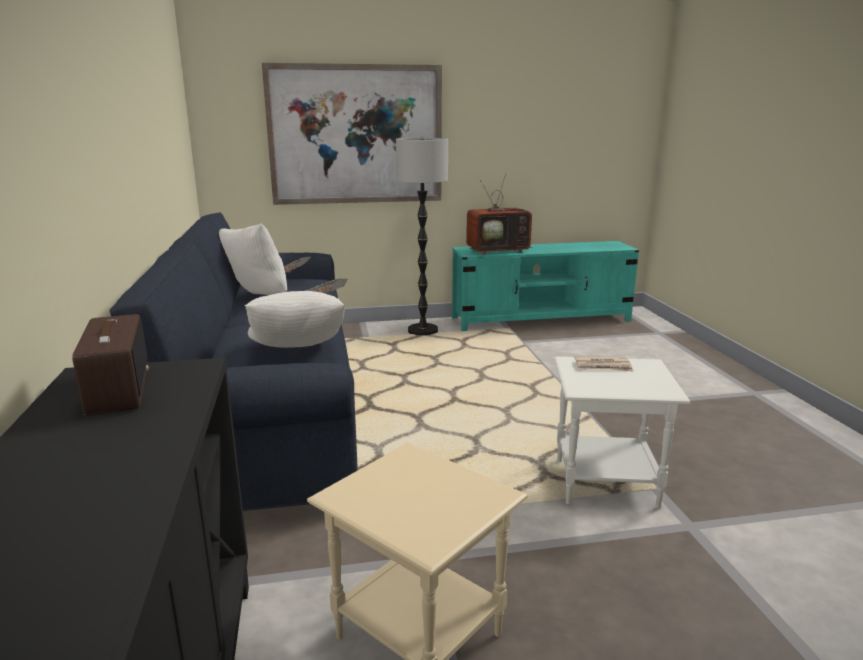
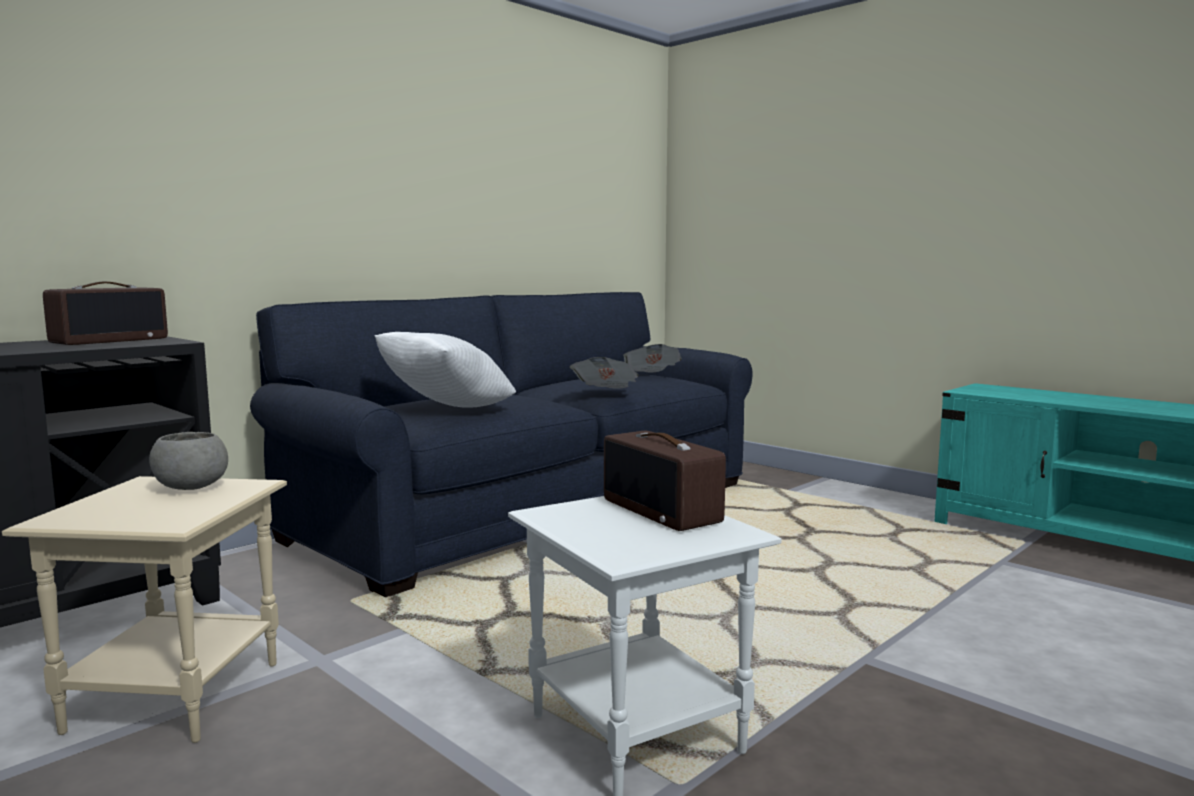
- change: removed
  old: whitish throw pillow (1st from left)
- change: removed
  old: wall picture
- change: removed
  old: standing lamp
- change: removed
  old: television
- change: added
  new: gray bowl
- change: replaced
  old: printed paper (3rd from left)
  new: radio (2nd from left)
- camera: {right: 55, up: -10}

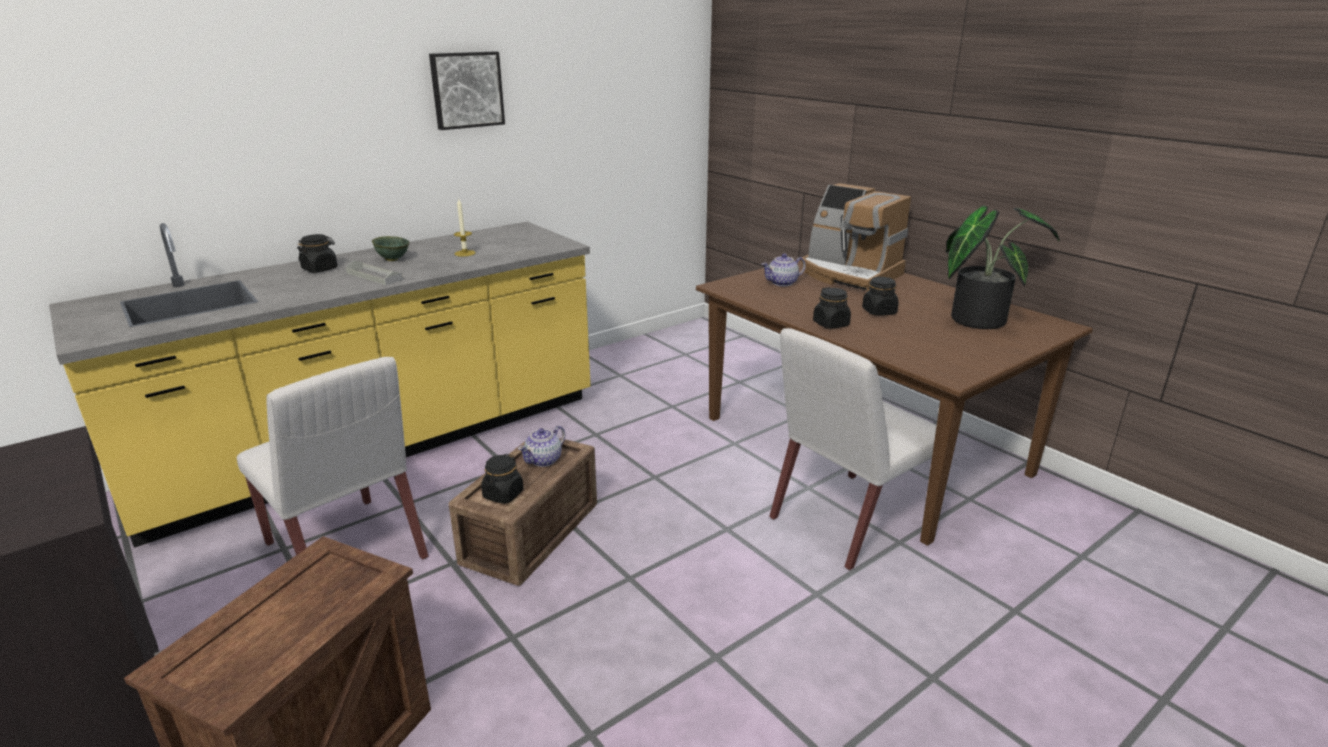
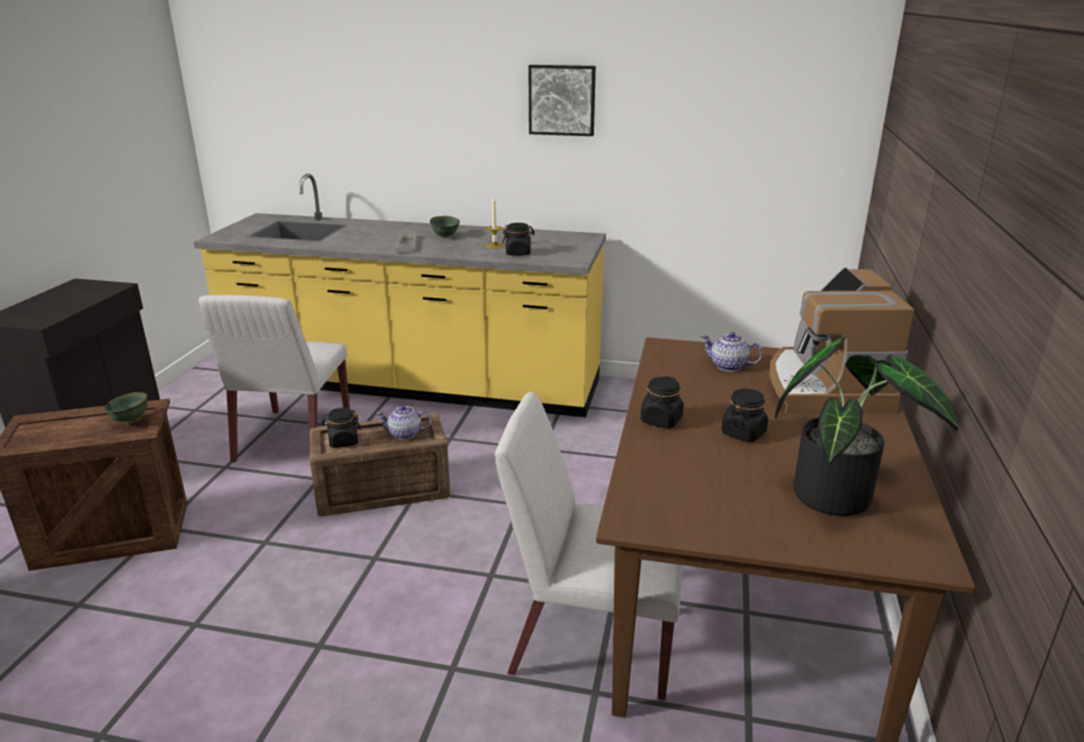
- change: added
  new: green-coloured bowl (1st from left)
- change: moved
  old: black storage jar (1st from left in the first image)
  new: black storage jar (2nd from left)
- camera: {right: 50, up: 0}

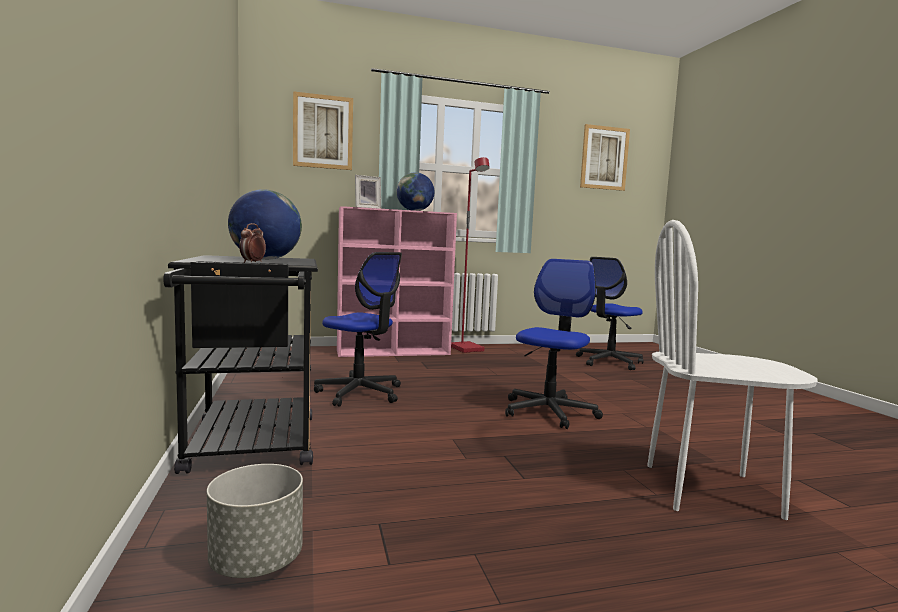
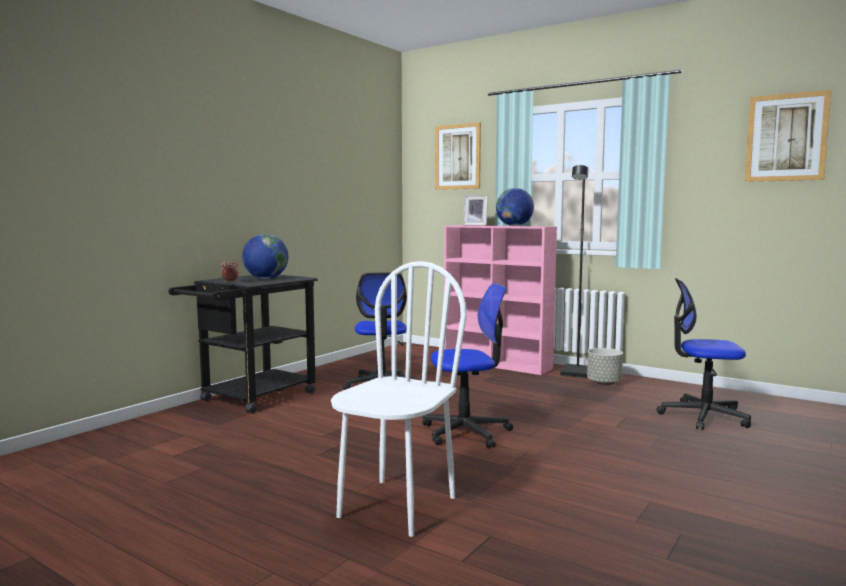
- change: moved
  old: gray plant pot
- change: recoloured
  old: red-coloured standing lamp
  new: black standing lamp
- change: turned
  old: whitish plain chair
  degrees: 60
- camera: {right: 50, up: 0}

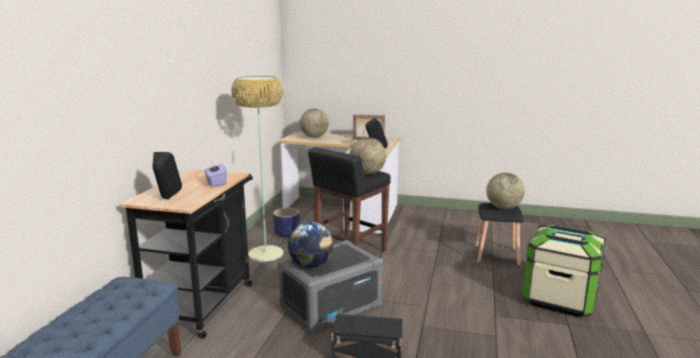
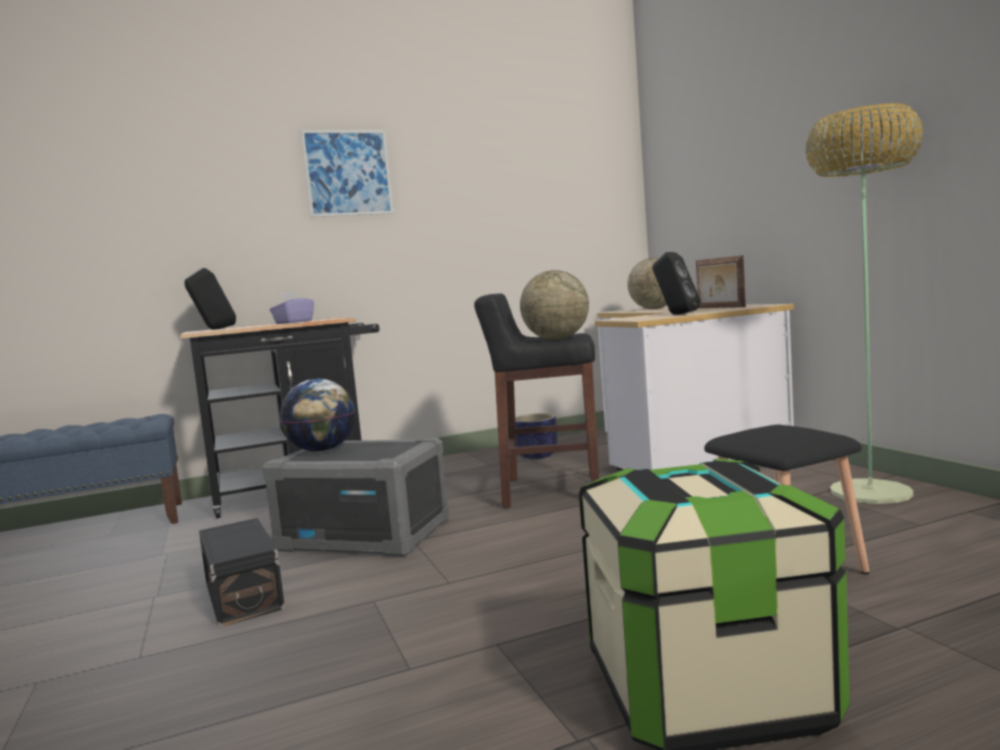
- change: removed
  old: world globe (4th from left)
- change: added
  new: wall picture
- change: moved
  old: standing lamp
- camera: {right: 55, up: -10}

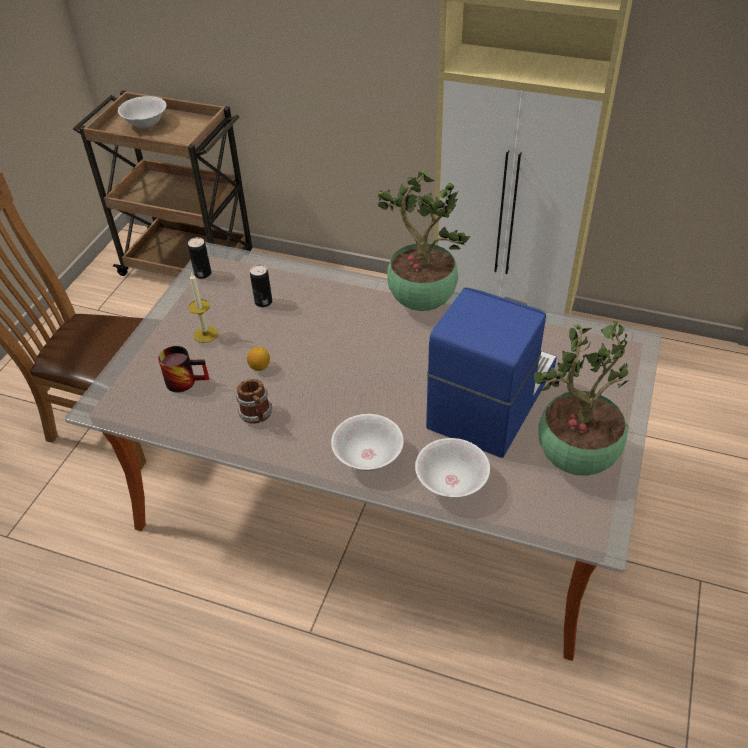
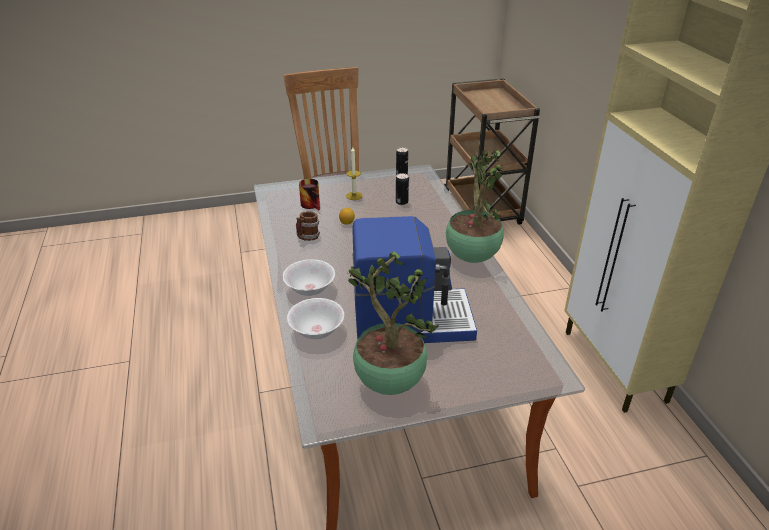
- change: removed
  old: whitish bowl (1st from left)
- camera: {right: 55, up: -10}

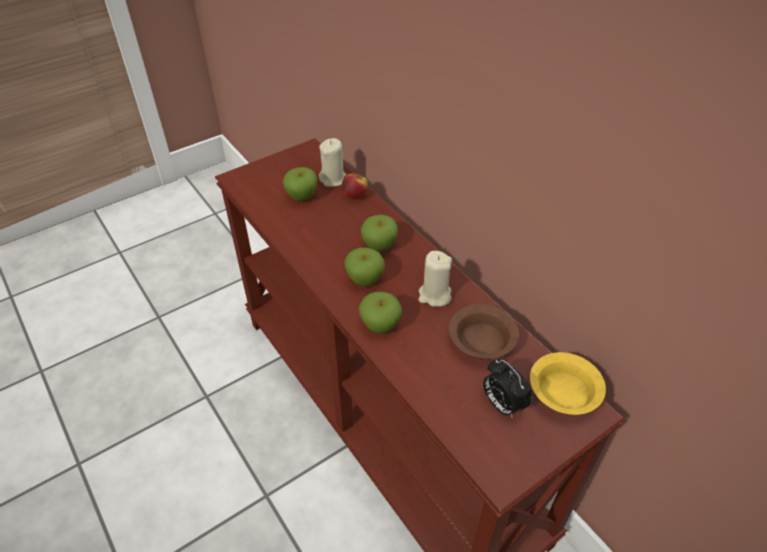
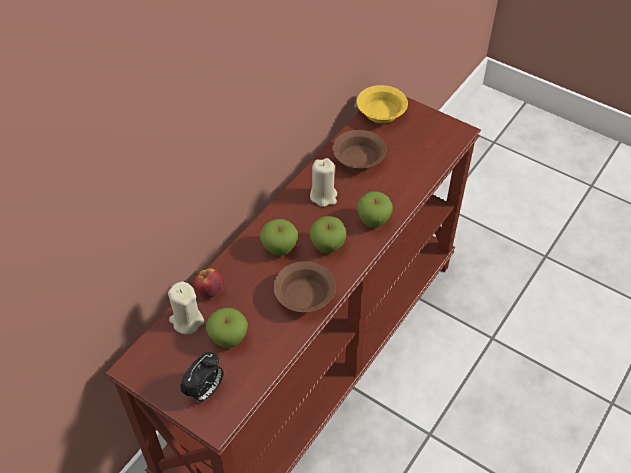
- change: added
  new: brownish bowl (1st from left)
- change: moved
  old: alarm clock
- camera: {right: -110, up: 5}

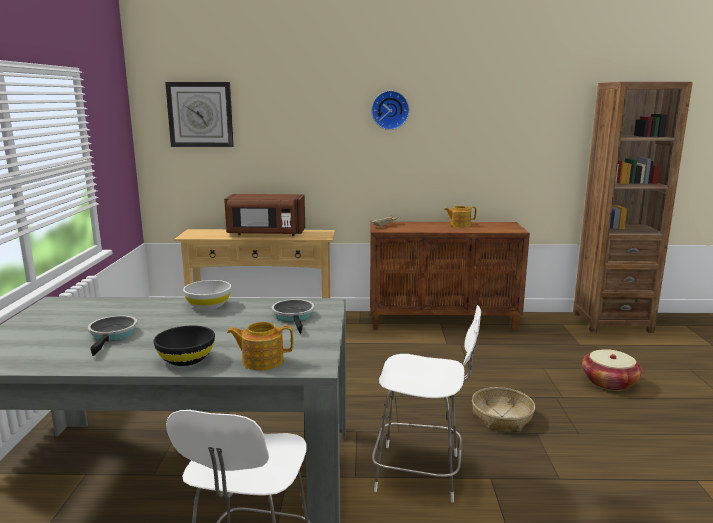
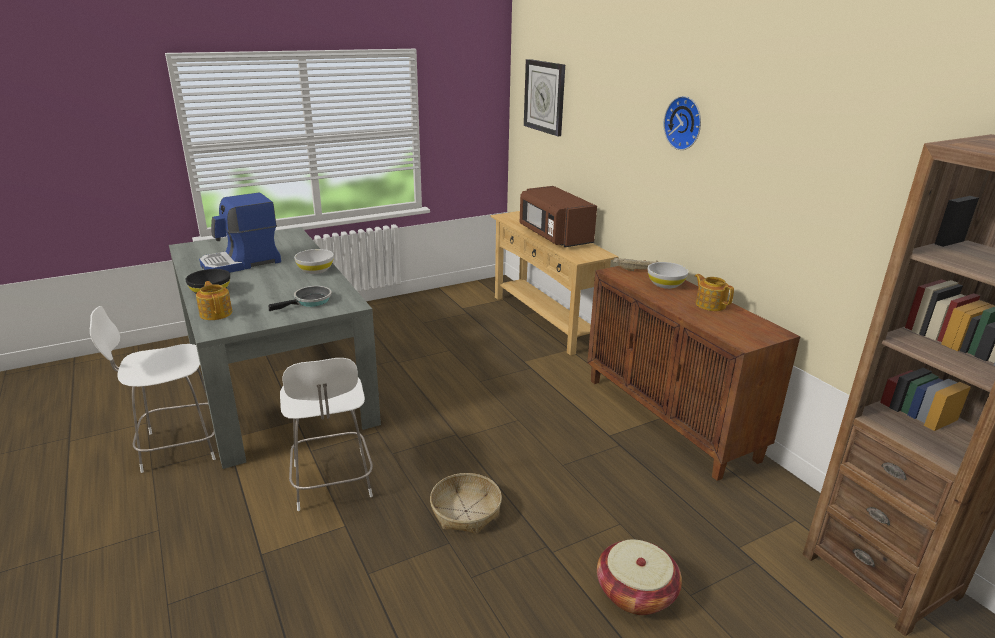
- change: added
  new: whitish bowl (2nd from left)
- change: replaced
  old: frying pan (1st from left)
  new: coffee maker
- camera: {right: 60, up: 10}

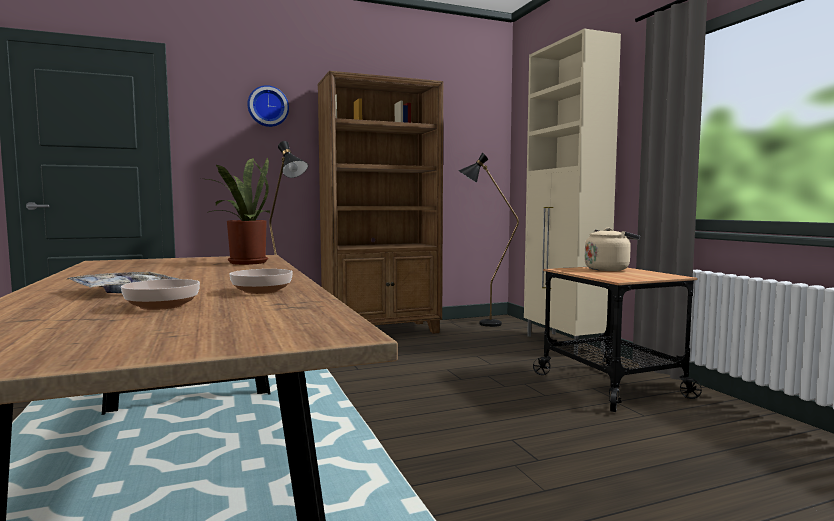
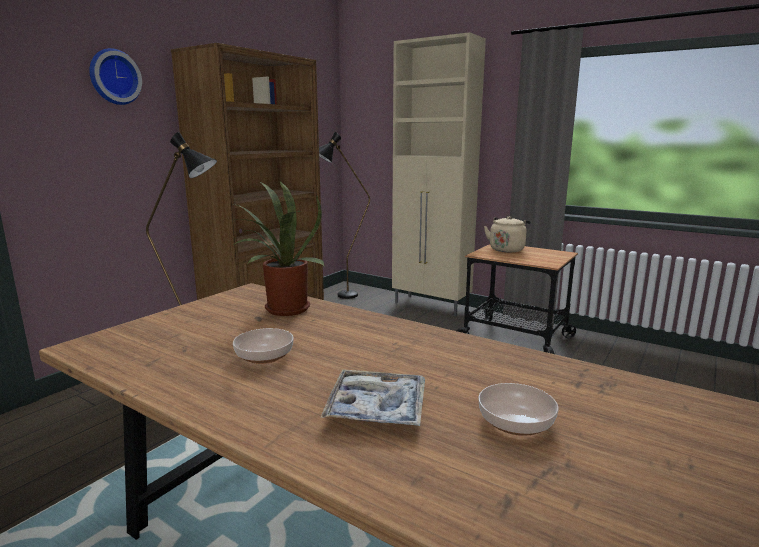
- change: moved
  old: bowl (2nd from left in the first image)
  new: bowl (1st from left)
- camera: {right: -35, up: 10}

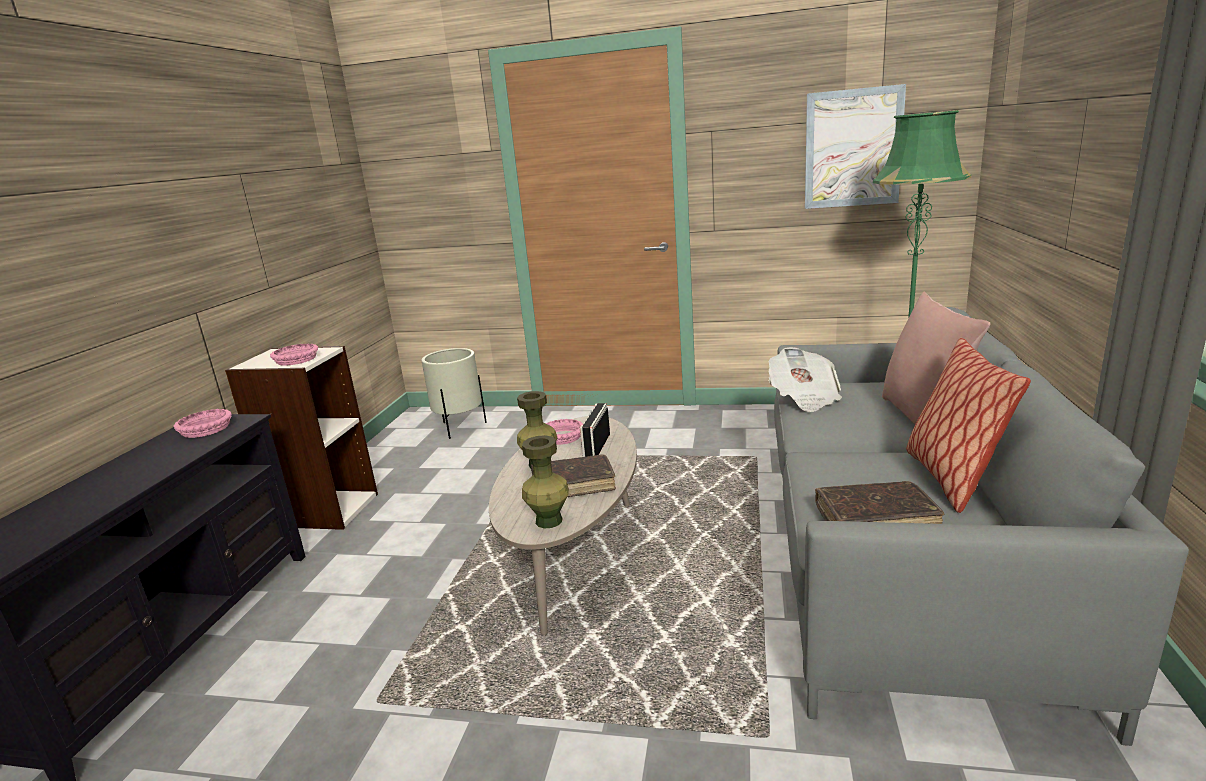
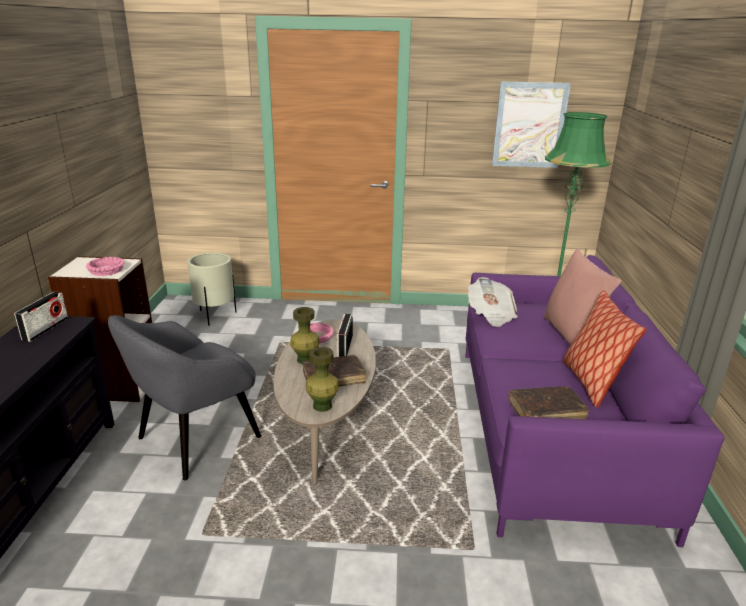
- change: added
  new: gray lounge chair
- change: replaced
  old: pink bowl (1st from left)
  new: radio (1st from left)
- change: recoloured
  old: gray couch
  new: purplish couch
- camera: {right: -10, up: 5}

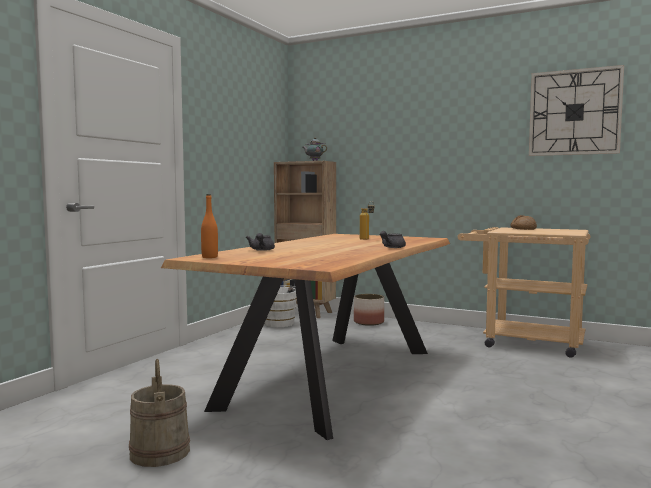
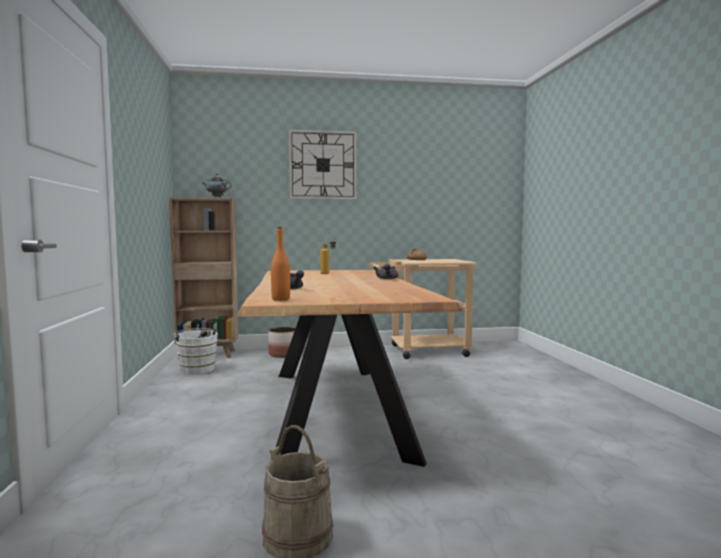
- change: moved
  old: hanging clock
- camera: {right: -35, up: 0}

